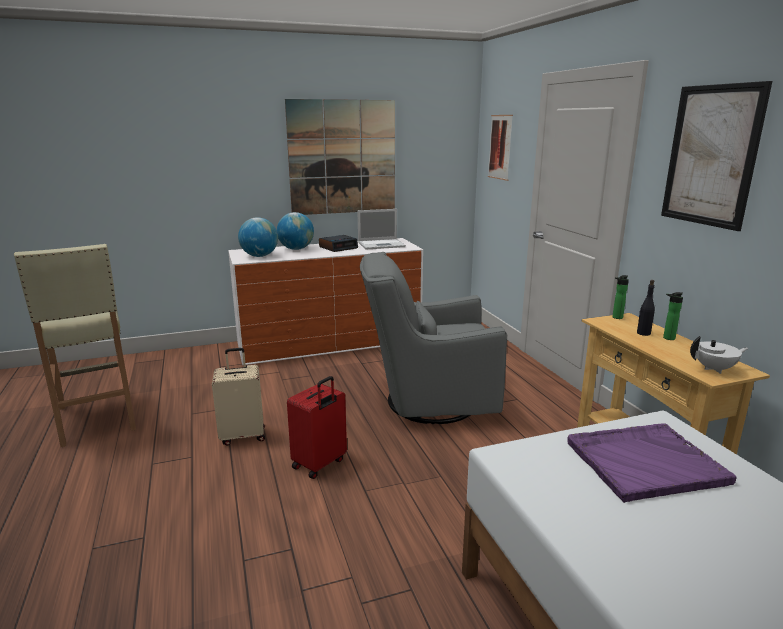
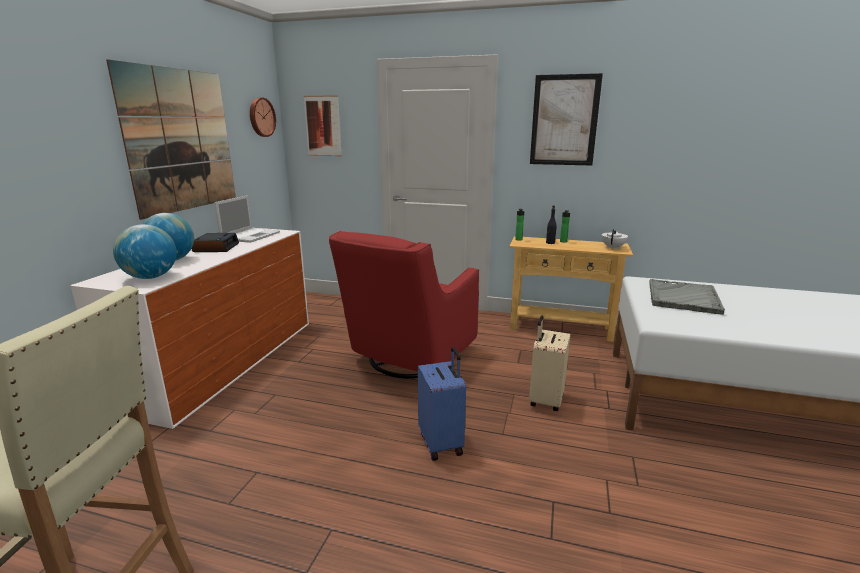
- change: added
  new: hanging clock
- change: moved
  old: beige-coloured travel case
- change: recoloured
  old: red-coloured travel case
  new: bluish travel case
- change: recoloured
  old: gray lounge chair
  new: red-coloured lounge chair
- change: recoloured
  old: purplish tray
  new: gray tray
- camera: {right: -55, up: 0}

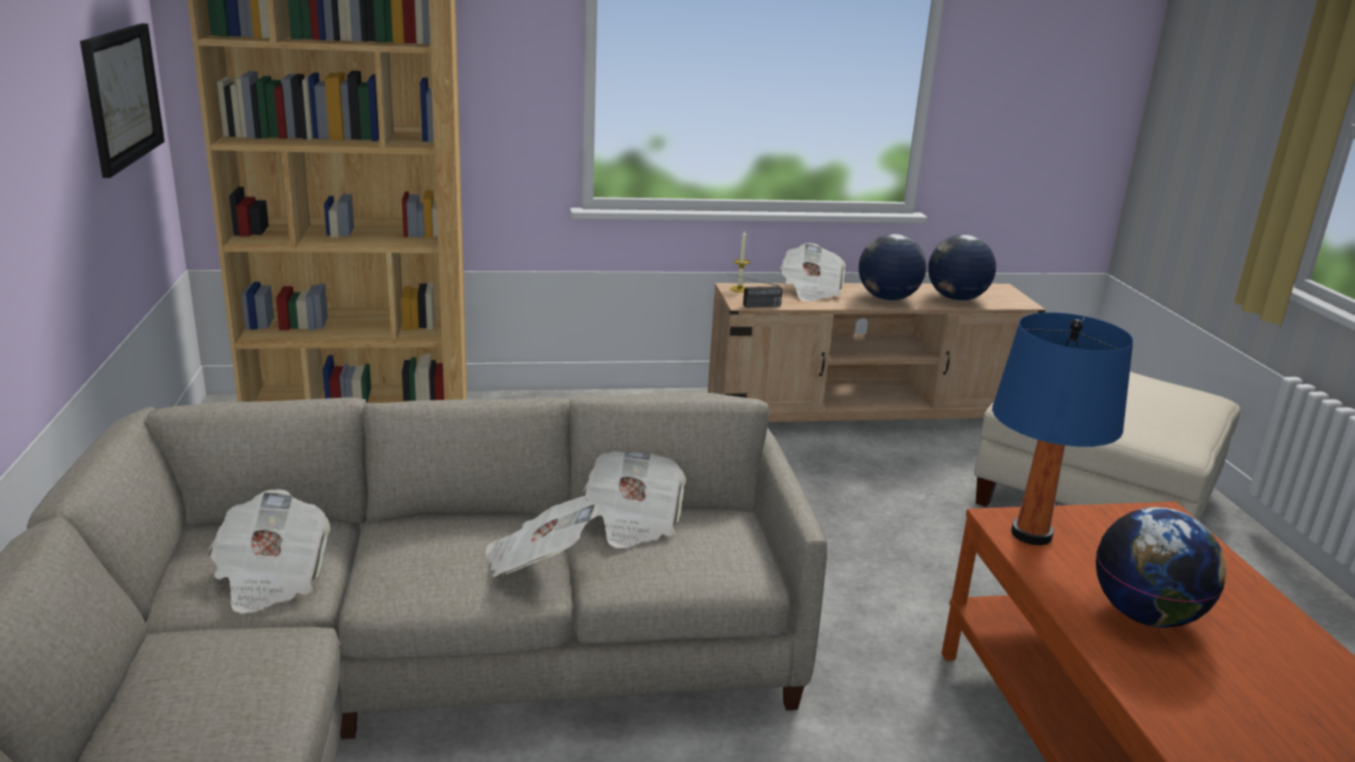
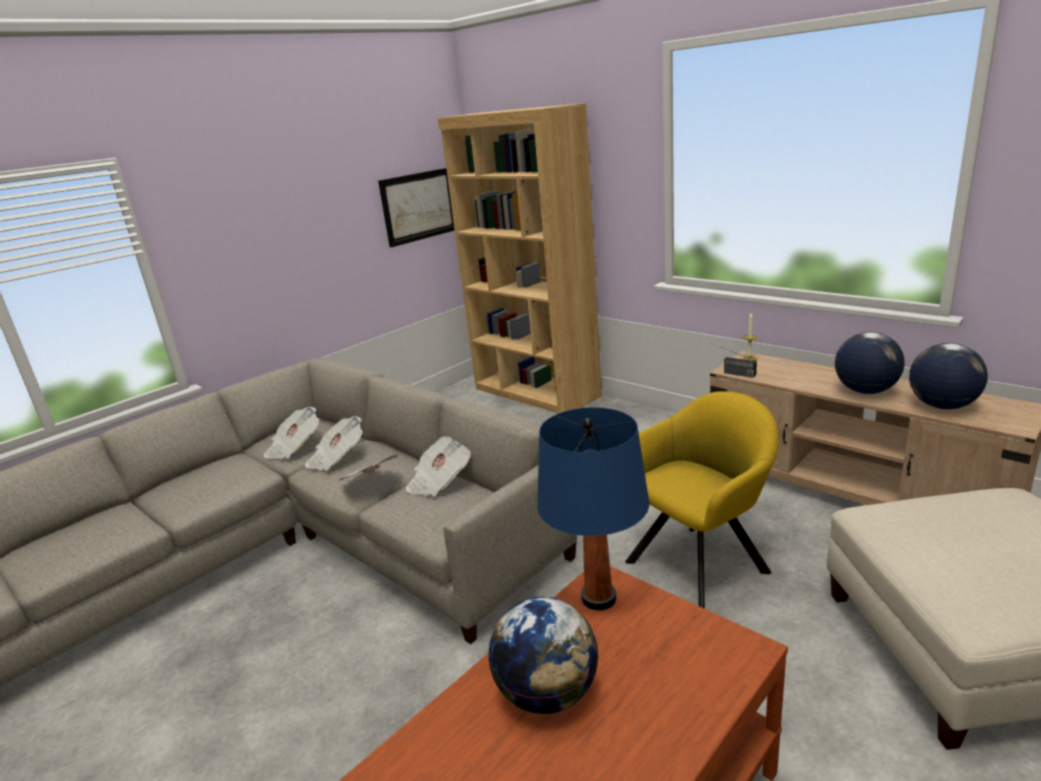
- change: added
  new: yellow lounge chair
- change: moved
  old: printed paper (4th from left in the first image)
  new: printed paper (2nd from left)
- camera: {right: 55, up: 0}

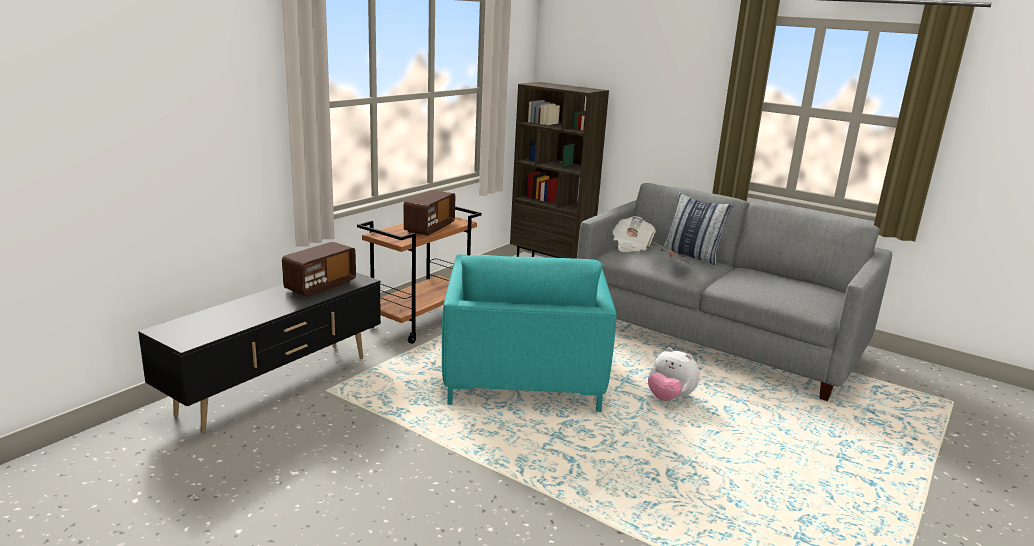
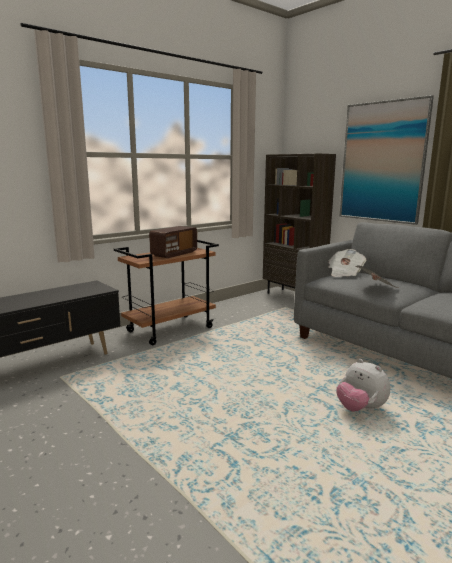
- change: removed
  old: radio (1st from left)
- change: removed
  old: turquoise lounge chair
- change: removed
  old: throw pillow
- change: added
  new: wall picture
- camera: {right: 15, up: -5}

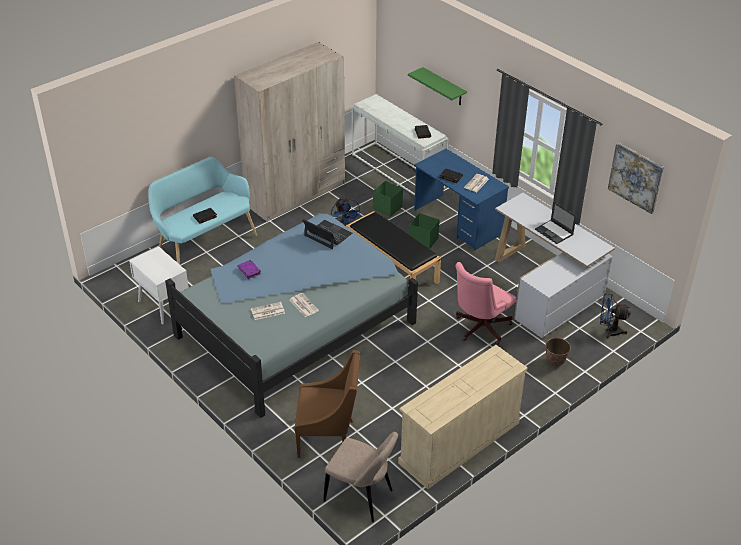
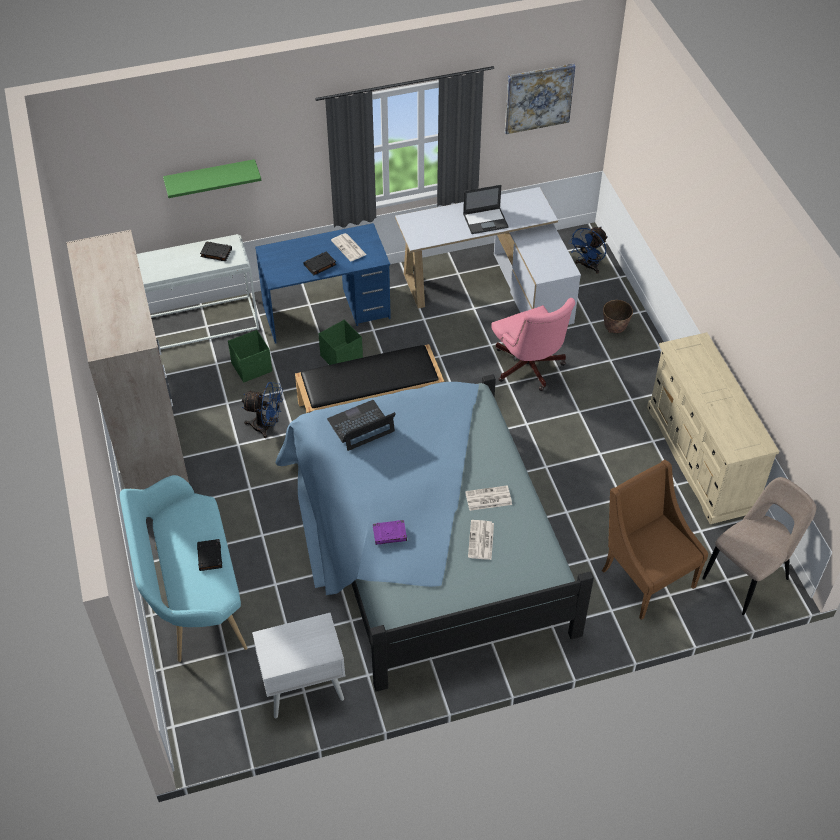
- change: turned
  old: brownish lounge chair
  degrees: -60
- camera: {right: -65, up: 10}

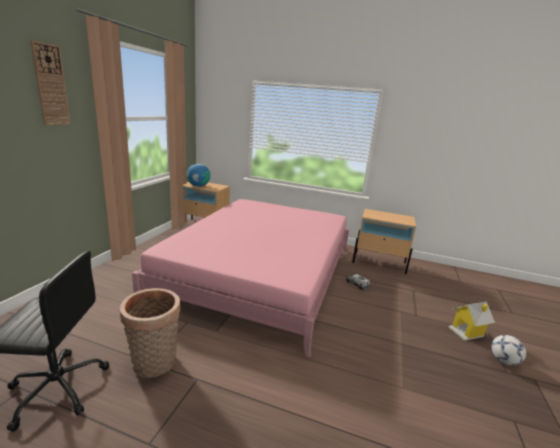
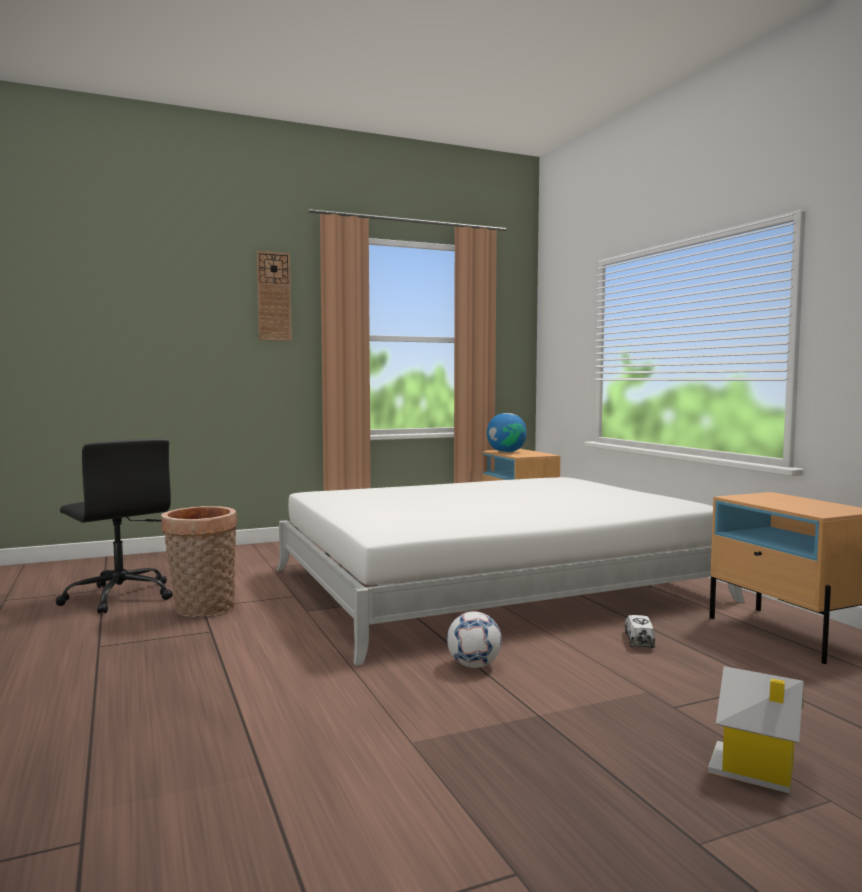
- change: moved
  old: football ball
- change: recoloured
  old: pink bedroom bed
  new: whitish bedroom bed
- camera: {right: 50, up: -15}

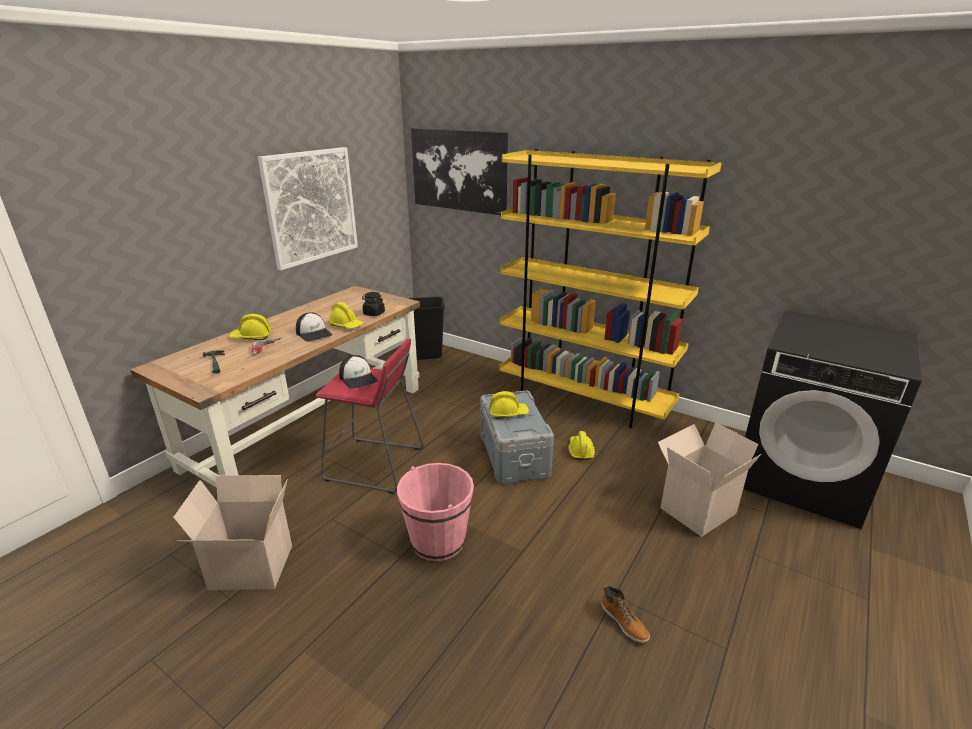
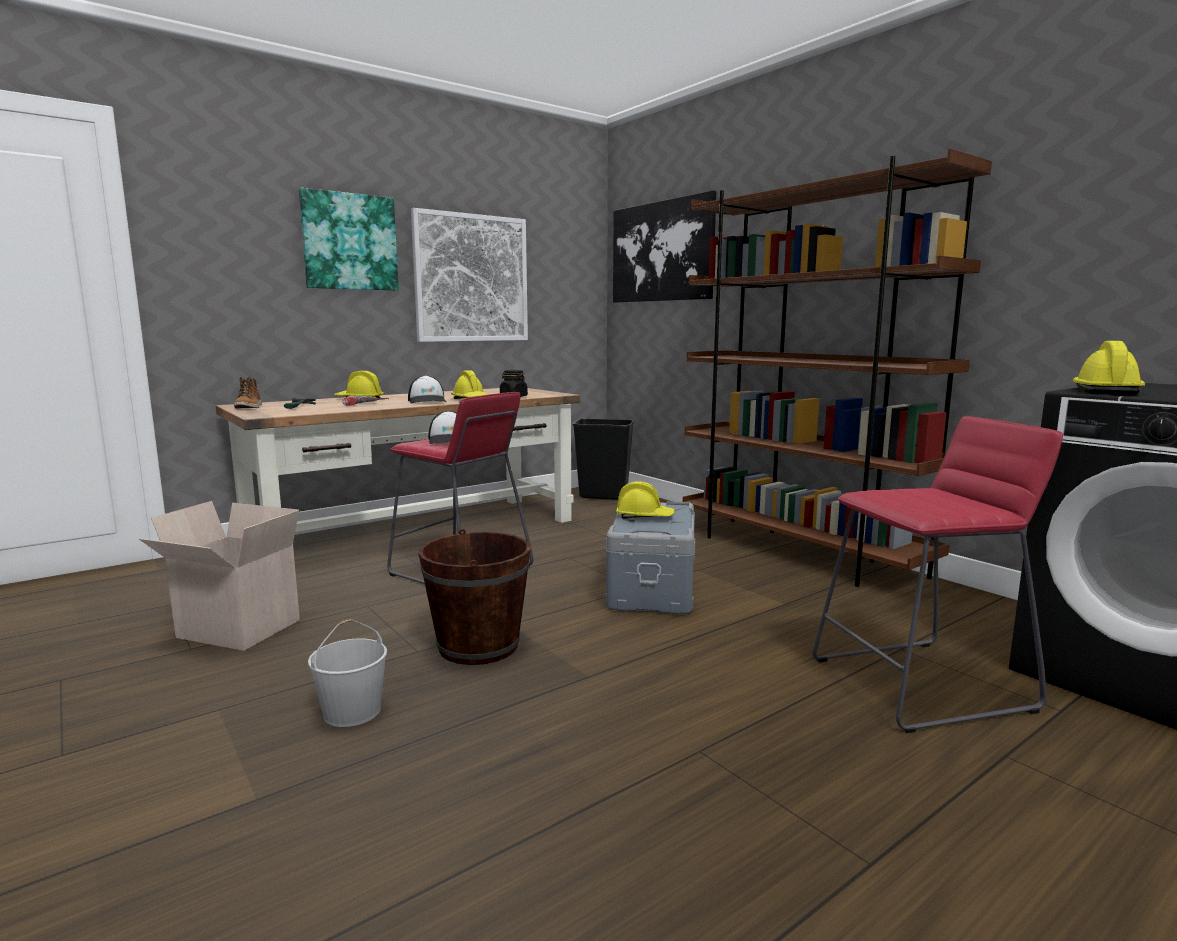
- change: added
  new: wall picture (1st from left)
- change: added
  new: whitish pail
- change: moved
  old: yellow safety helmet (4th from left)
- change: moved
  old: tall boot
- change: replaced
  old: packing box (2nd from left)
  new: red-coloured stool (2nd from left)
- change: recoloured
  old: pink pail
  new: brownish pail
- change: recoloured
  old: yellow bookshelf
  new: brownish bookshelf
- camera: {right: 20, up: -15}

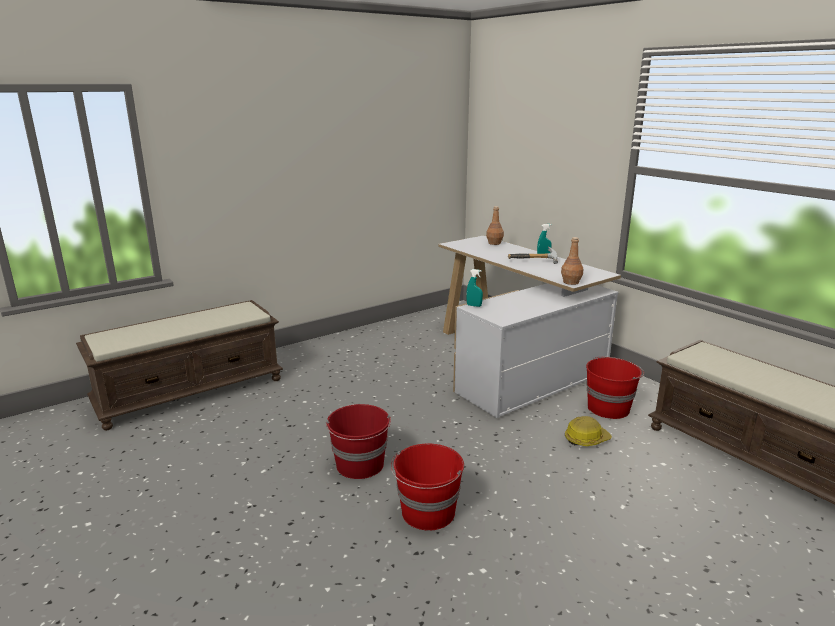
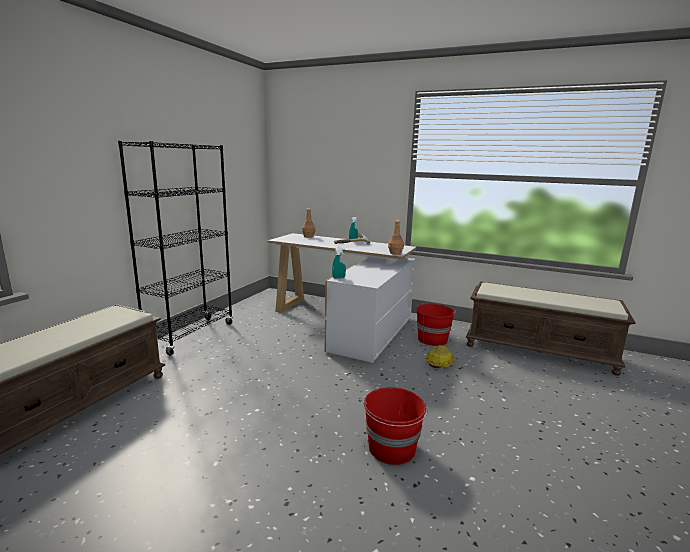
- change: removed
  old: red-coloured pail (1st from left)
- change: added
  new: black bookshelf
- camera: {right: -30, up: -5}

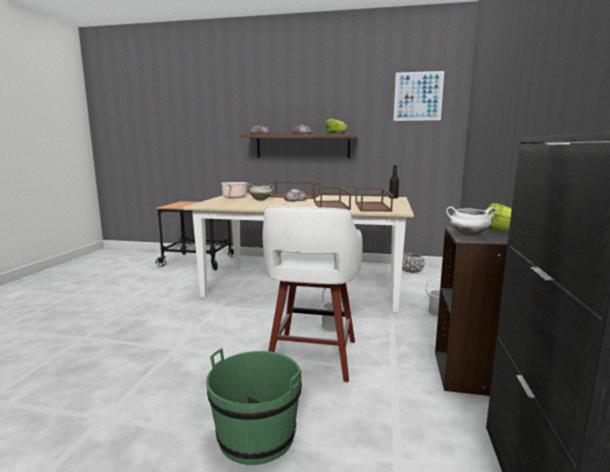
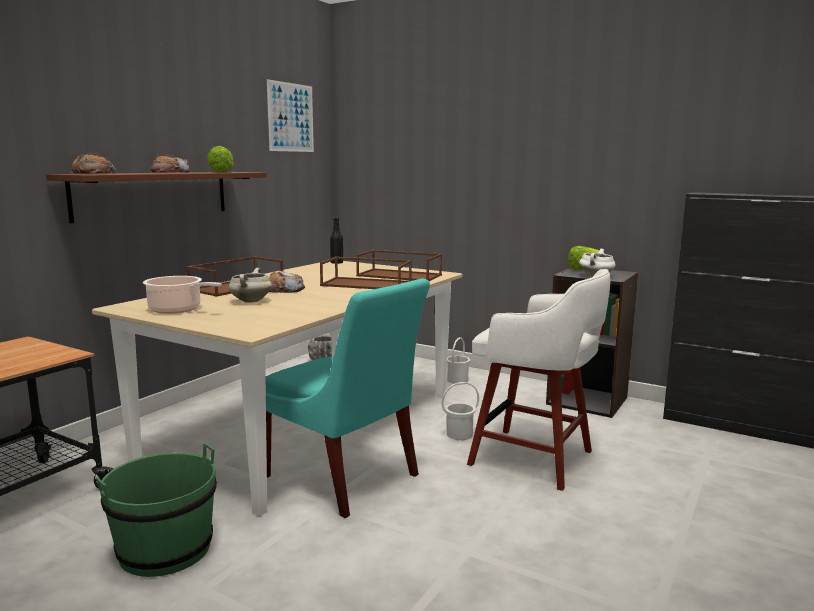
- change: added
  new: turquoise plain chair
- change: moved
  old: green-coloured pail
- camera: {right: -70, up: 0}

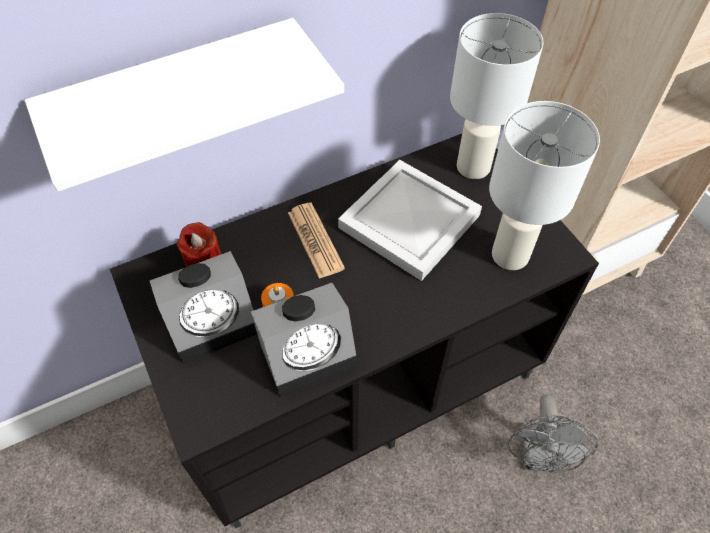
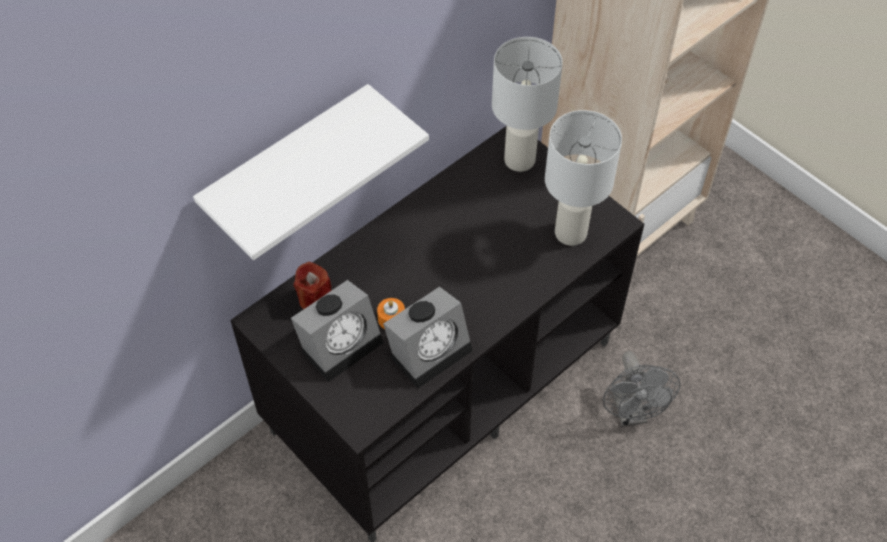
- change: removed
  old: printed paper
- change: removed
  old: whitish tray
- camera: {right: -15, up: 0}

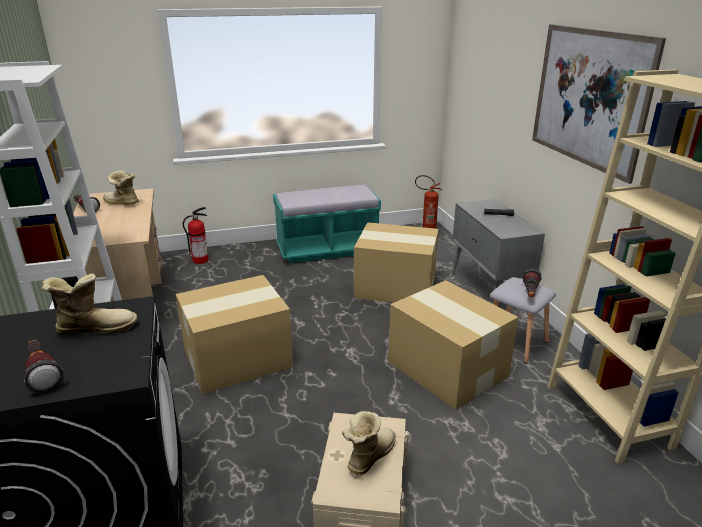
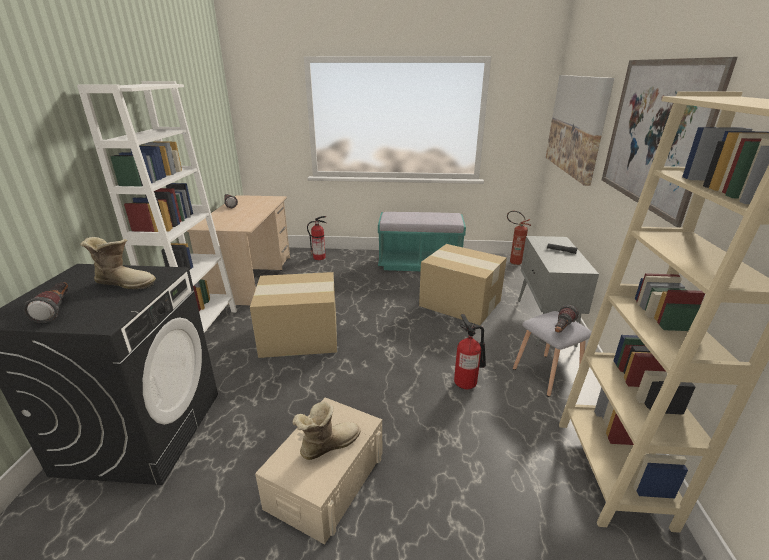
- change: removed
  old: tall boot (2nd from left)
- change: added
  new: wall picture (1st from left)
- change: replaced
  old: packing box (3rd from left)
  new: fire-fighting cylinder (2nd from left)
- camera: {right: 20, up: 0}

